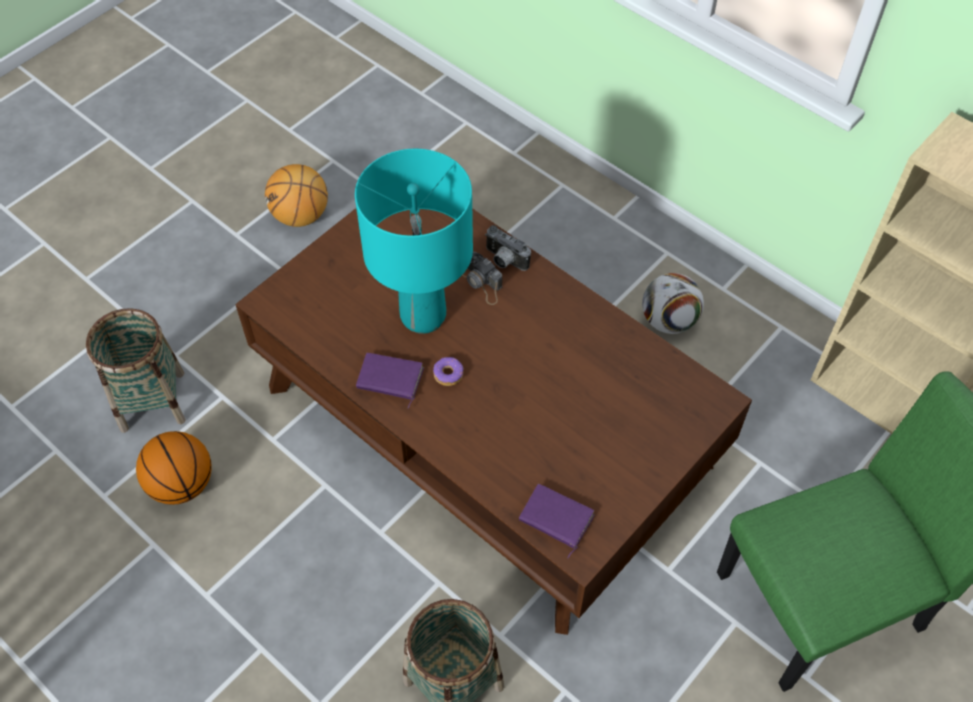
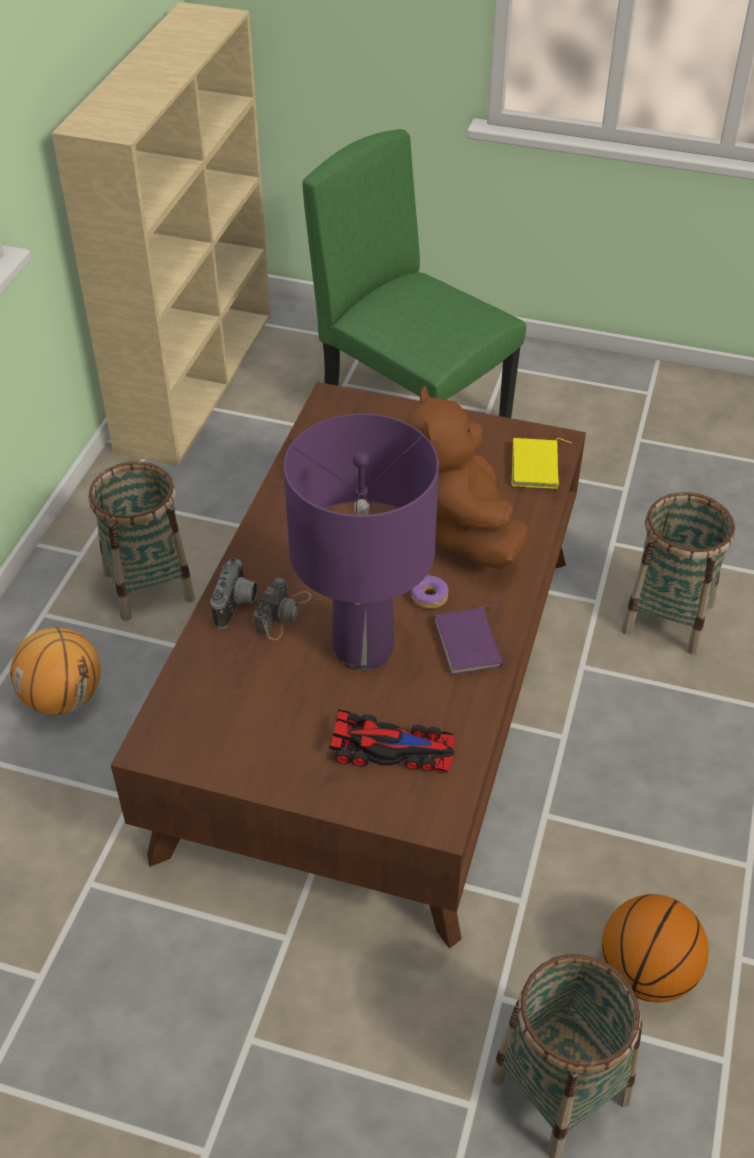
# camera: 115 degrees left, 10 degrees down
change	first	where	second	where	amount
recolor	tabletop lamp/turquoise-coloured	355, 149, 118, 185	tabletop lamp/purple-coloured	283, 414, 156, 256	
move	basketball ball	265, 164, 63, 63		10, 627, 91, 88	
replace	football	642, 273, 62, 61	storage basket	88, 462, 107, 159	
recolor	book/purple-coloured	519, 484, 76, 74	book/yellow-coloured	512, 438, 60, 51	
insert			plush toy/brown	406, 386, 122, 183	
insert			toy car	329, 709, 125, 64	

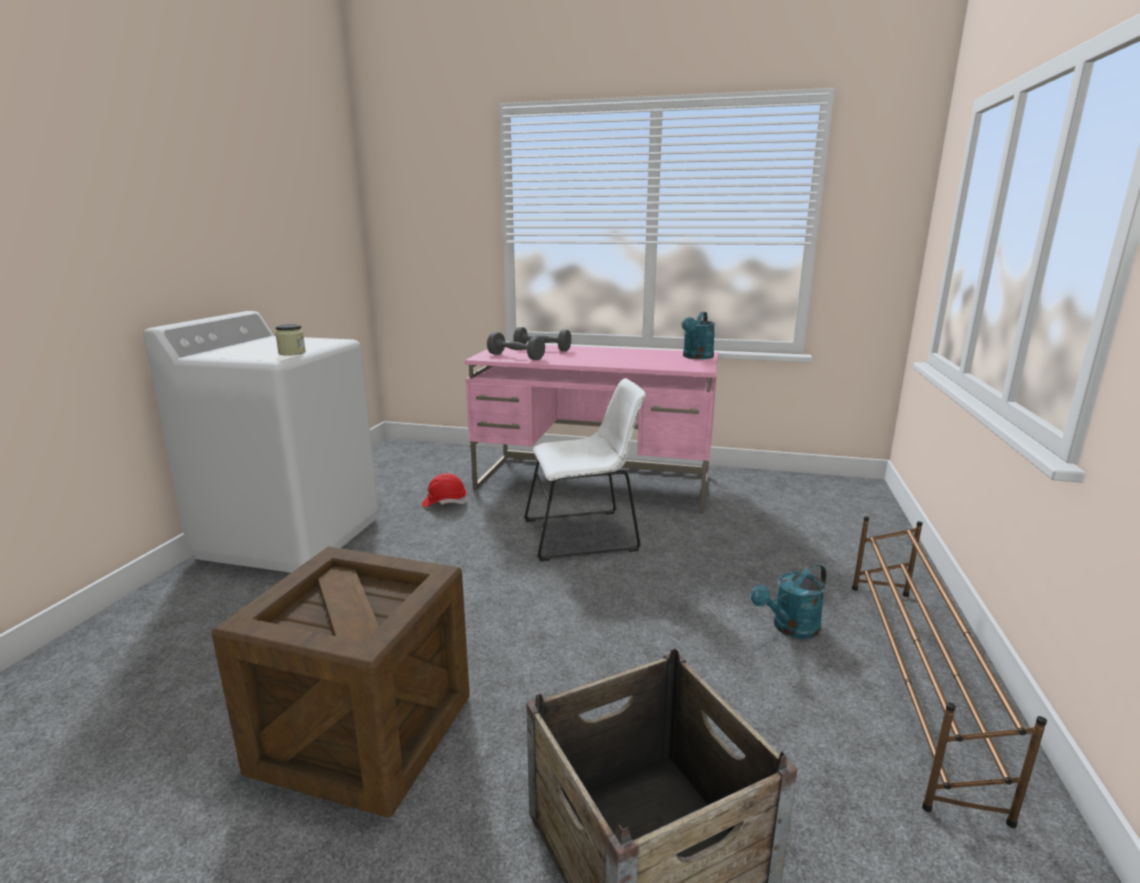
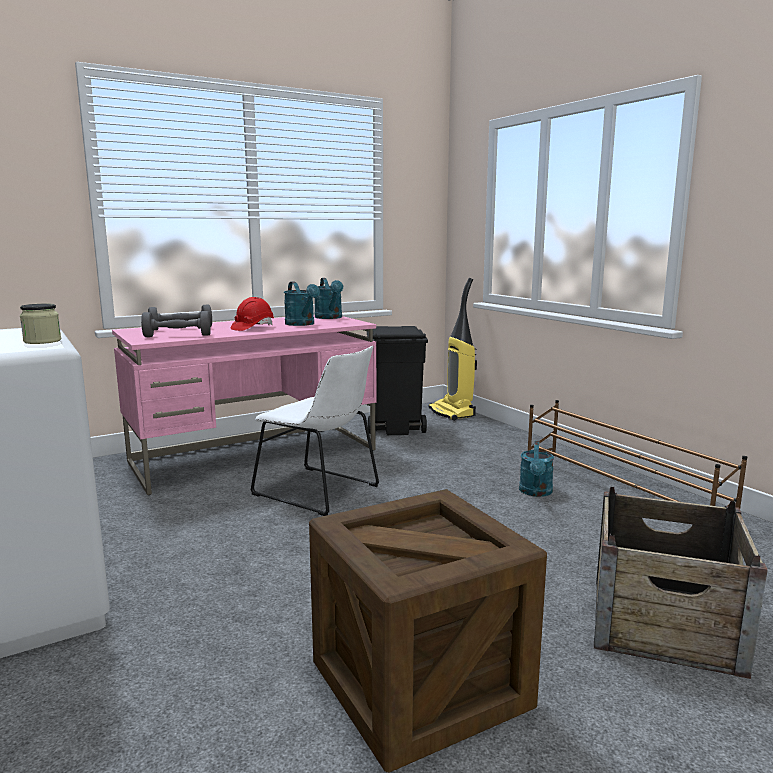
# camera: 45 degrees left, 5 degrees down
change	first	where	second	where	amount
rotate	plain chair/white-coloured	524, 378, 122, 183		250, 346, 129, 170	90 degrees clockwise
move	hard hat/red-coloured	422, 473, 46, 34		231, 297, 43, 34	
insert			vacuum cleaner	428, 278, 49, 143	
insert			watering pot/turquoise-coloured	284, 281, 36, 45	
insert			waste bin/black	367, 326, 61, 109	

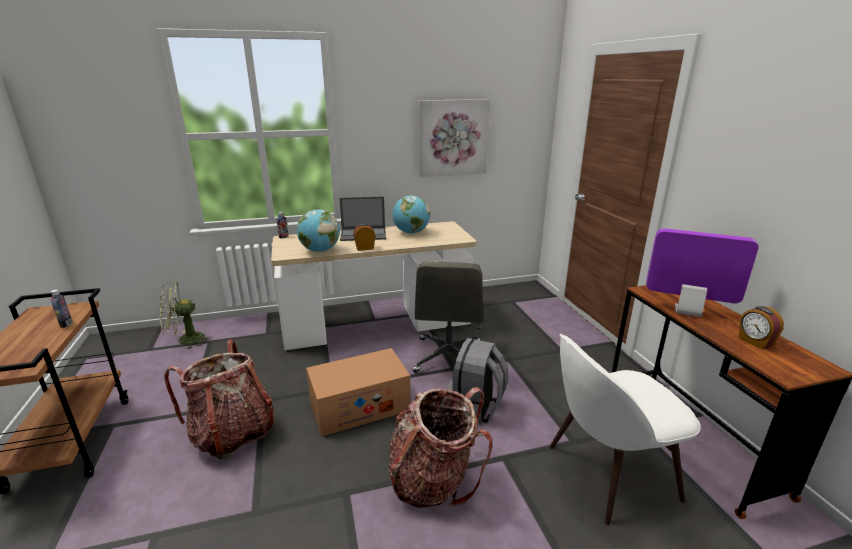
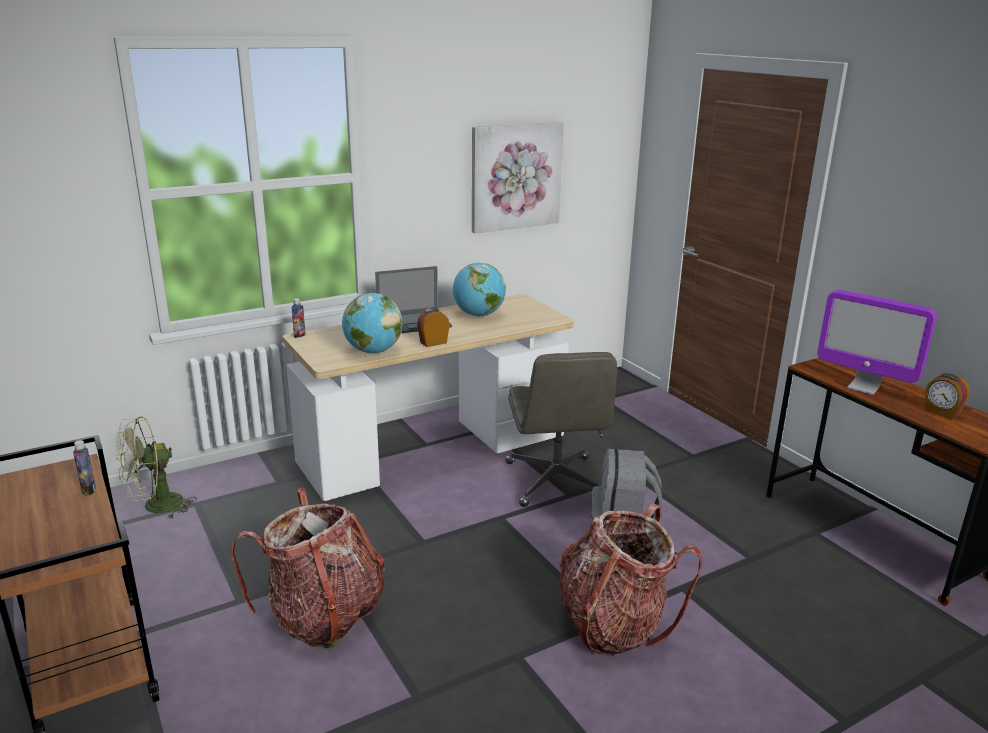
# camera: 15 degrees left, 0 degrees up
change	first	where	second	where	amount
rotate	monitor	646, 228, 113, 89		817, 290, 120, 105	150 degrees counterclockwise
delete	plain chair/white-coloured	549, 334, 152, 191			
delete	packing box	306, 348, 105, 89			

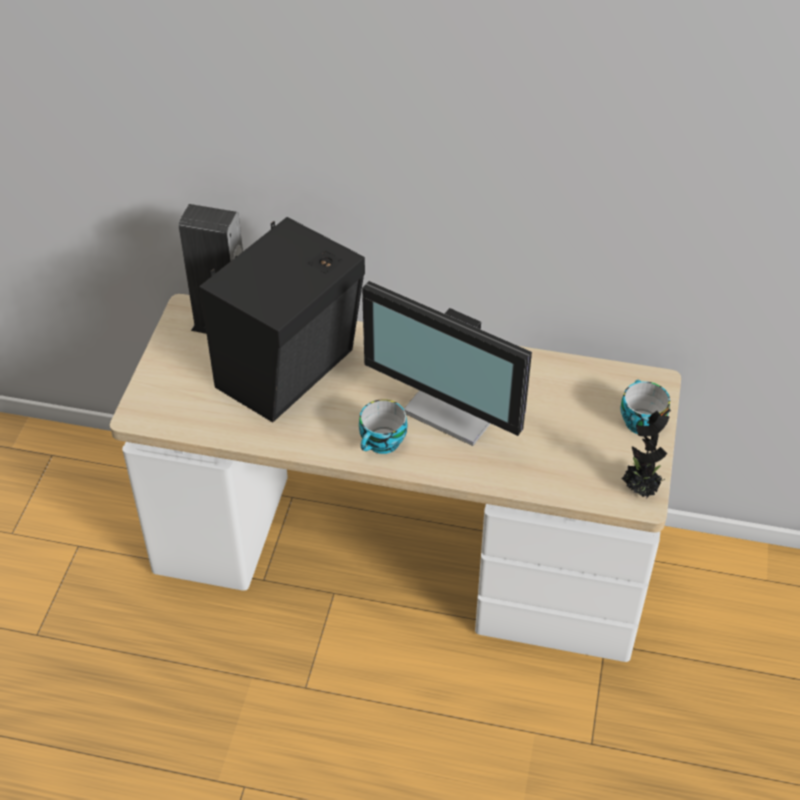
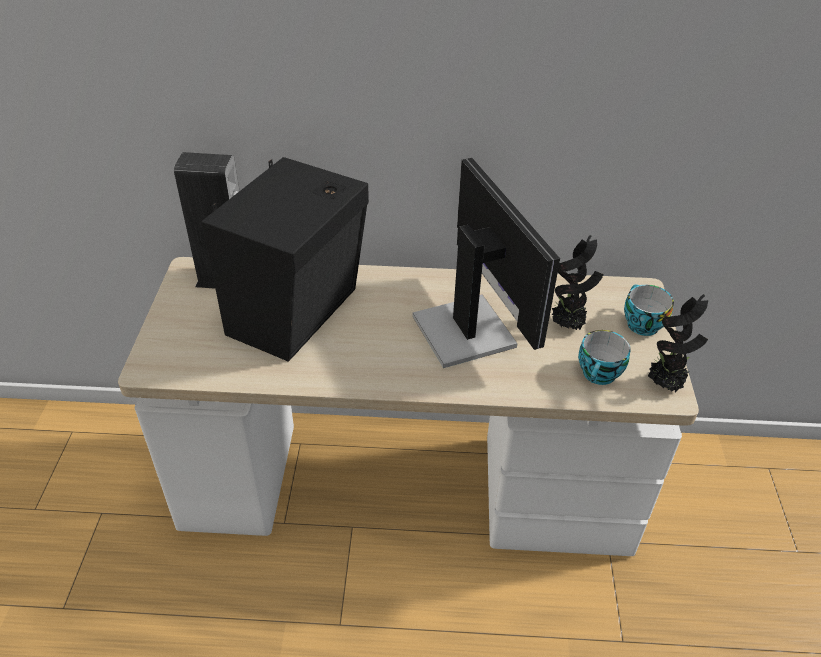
# camera: 10 degrees left, 5 degrees down
change	first	where	second	where	amount
rotate	monitor	362, 281, 170, 165		413, 158, 147, 210	135 degrees counterclockwise
move	small cup	359, 399, 49, 55		578, 330, 53, 55	
insert			plant in a pot	552, 235, 52, 95	

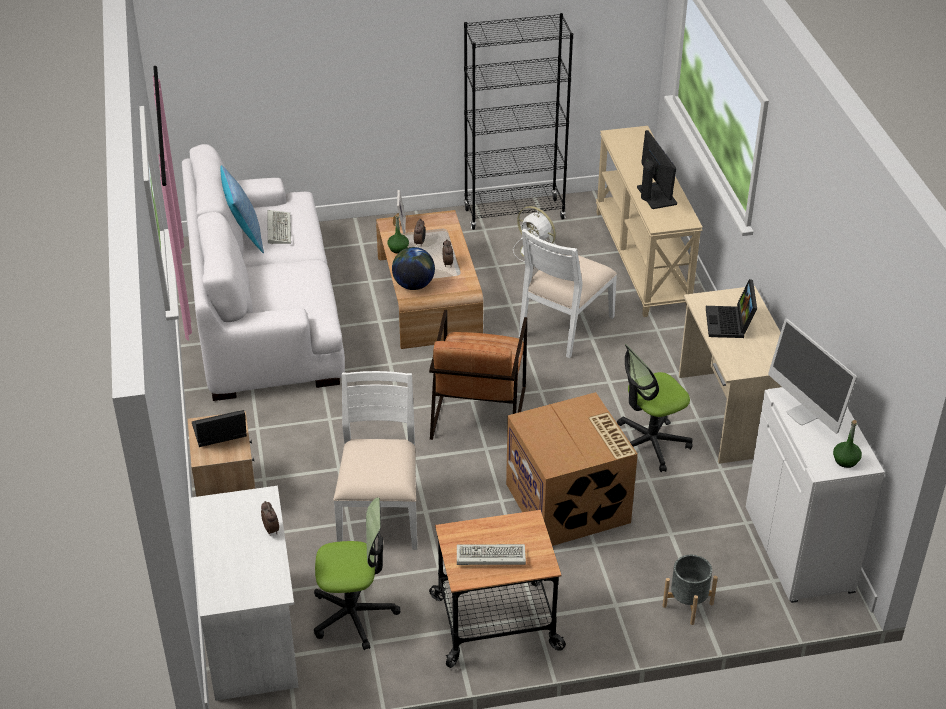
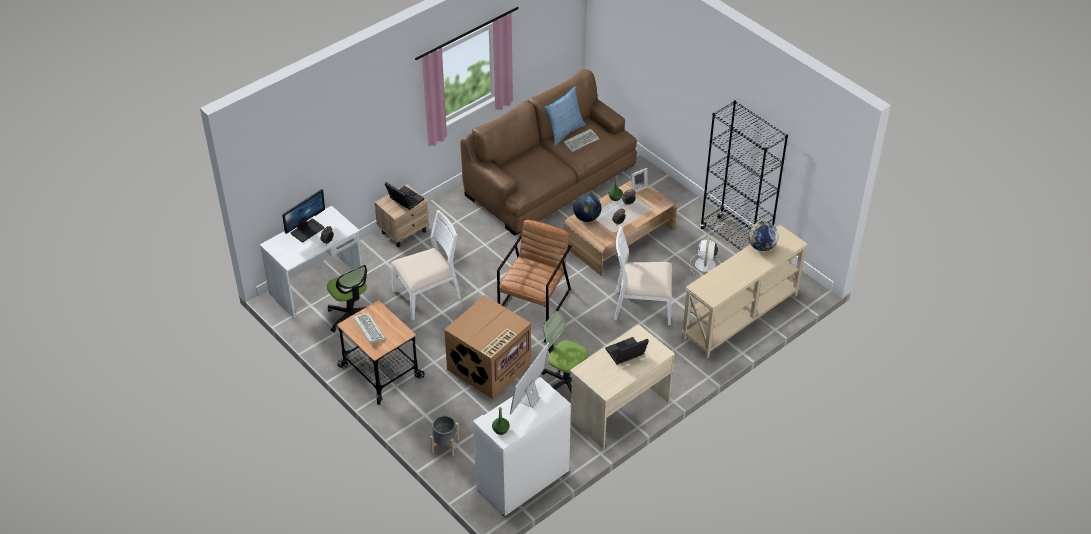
# camera: 60 degrees right, 5 degrees up
change	first	where	second	where	amount
move	monitor	637, 130, 40, 79		282, 189, 43, 53	
recolor	sofa/white-coloured	182, 144, 163, 257	sofa/brown	460, 69, 177, 167	
rotate	lounge chair/brown	429, 310, 98, 130		497, 220, 75, 101	135 degrees clockwise
insert			desk globe	748, 221, 31, 30	

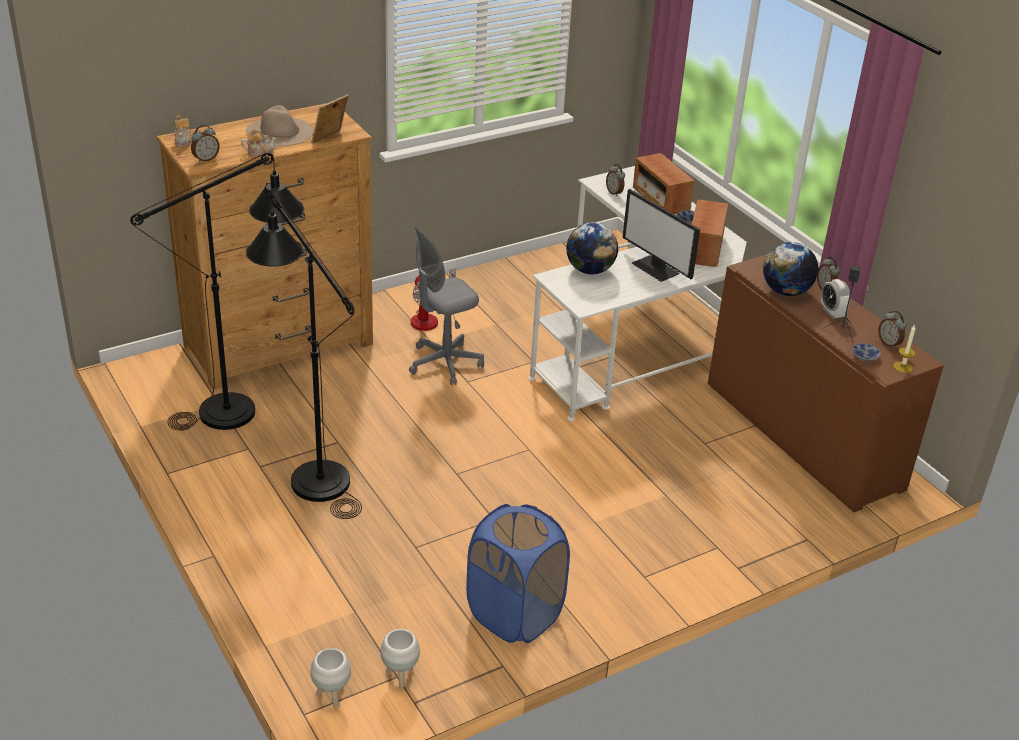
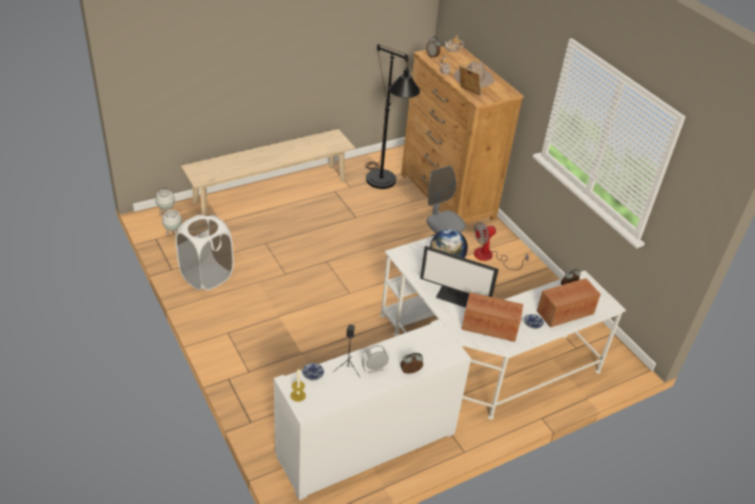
# camera: 90 degrees right, 5 degrees up
change	first	where	second	where	amount
rotate	monitor	622, 189, 78, 93		420, 246, 79, 62	120 degrees counterclockwise
delete	standing lamp/black	246, 194, 116, 325			
delete	desk globe	763, 242, 55, 54			
recolor	cabinet/brown	708, 254, 236, 258	cabinet/white-coloured	274, 319, 197, 181	
delete	bedside clock	878, 311, 28, 38			
recolor	hamper/blue	466, 504, 104, 139	hamper/white-coloured	175, 215, 59, 75	
insert			indoor bench/beige	181, 129, 174, 87	

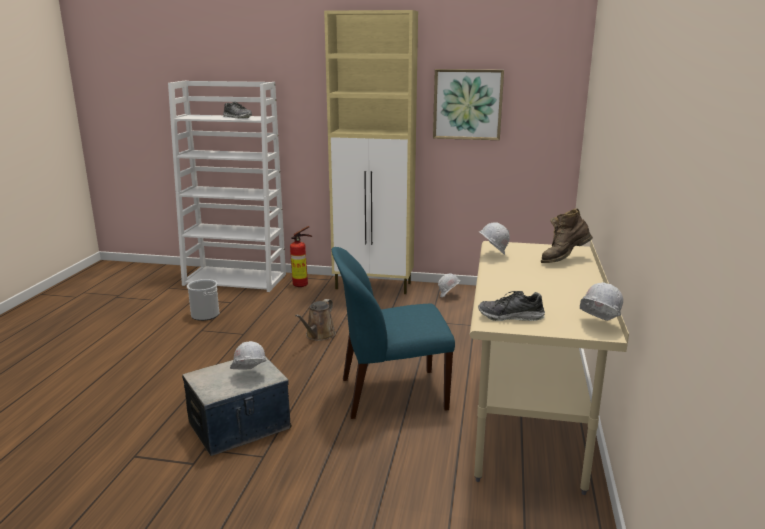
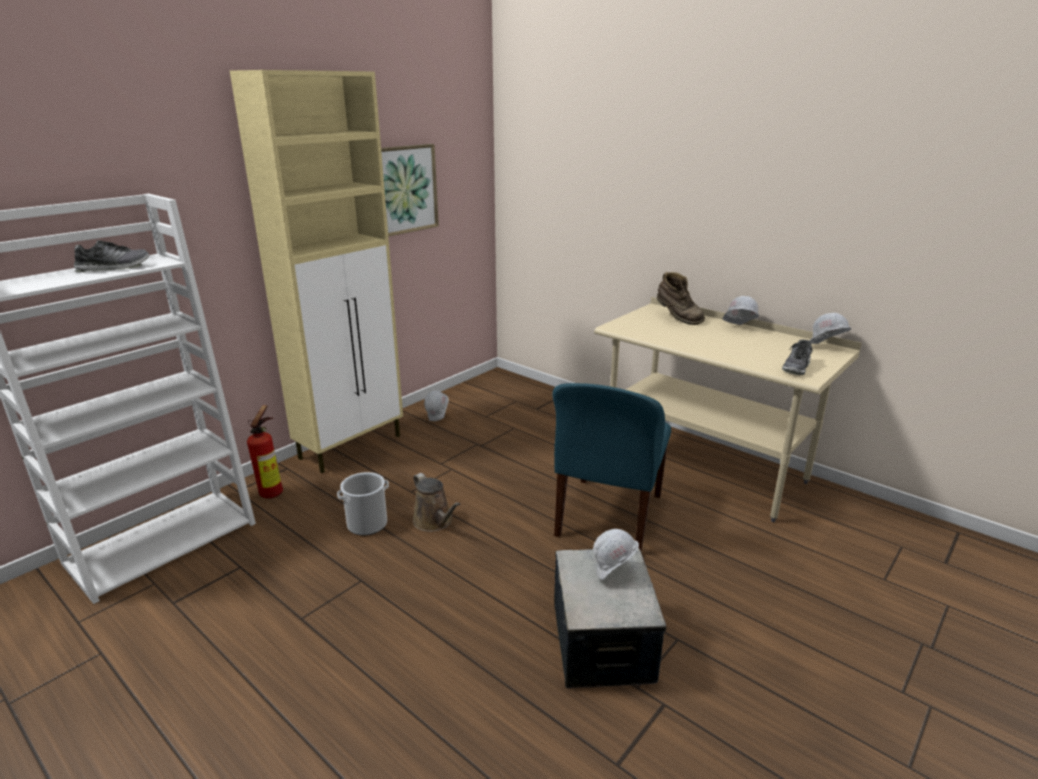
# camera: 60 degrees left, 5 degrees up
change	first	where	second	where	amount
rotate	boot/brown	541, 208, 52, 55		657, 272, 48, 53	45 degrees counterclockwise
move	hard hat/white-coloured	479, 222, 31, 33		722, 296, 37, 29	
move	water bucket	187, 279, 32, 42		337, 472, 52, 64	

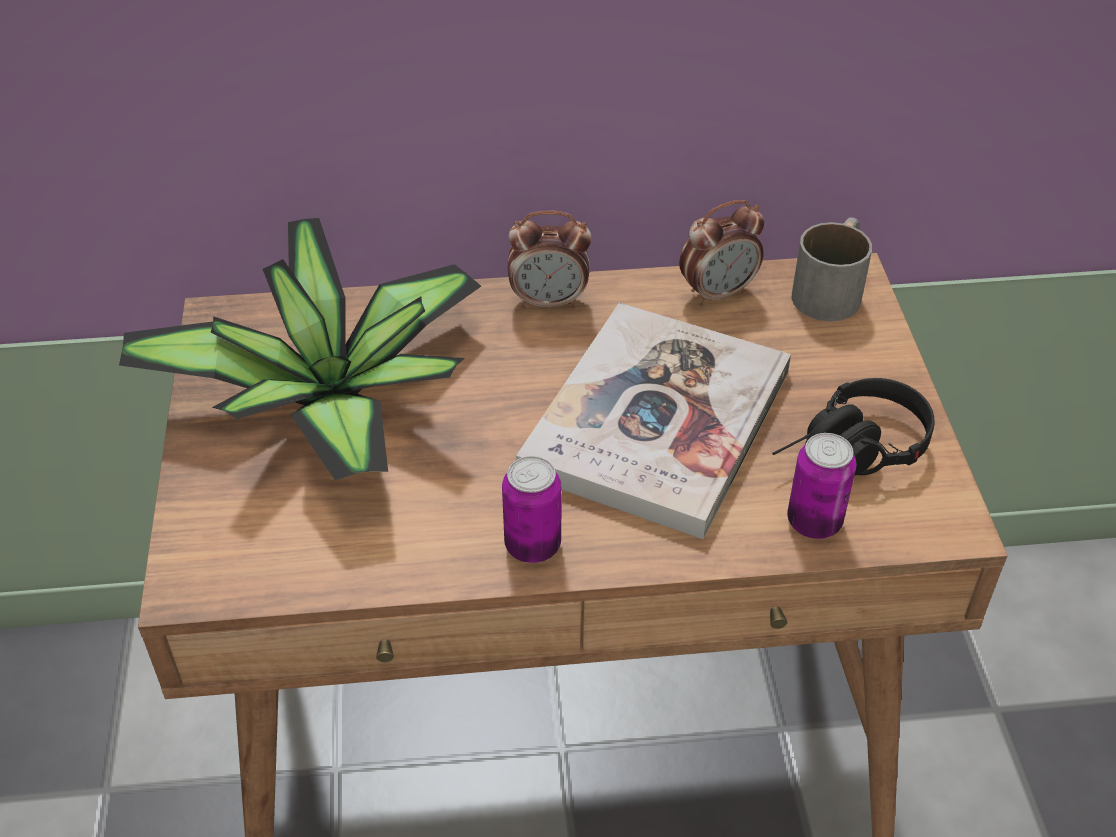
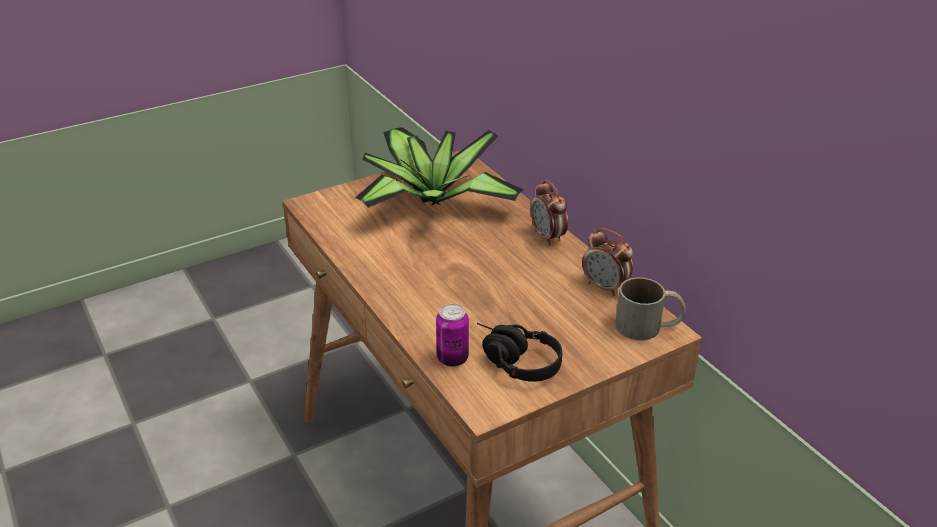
# camera: 65 degrees right, 10 degrees down
change	first	where	second	where	amount
delete	book	516, 303, 275, 237			
delete	metal can	502, 456, 59, 107			

